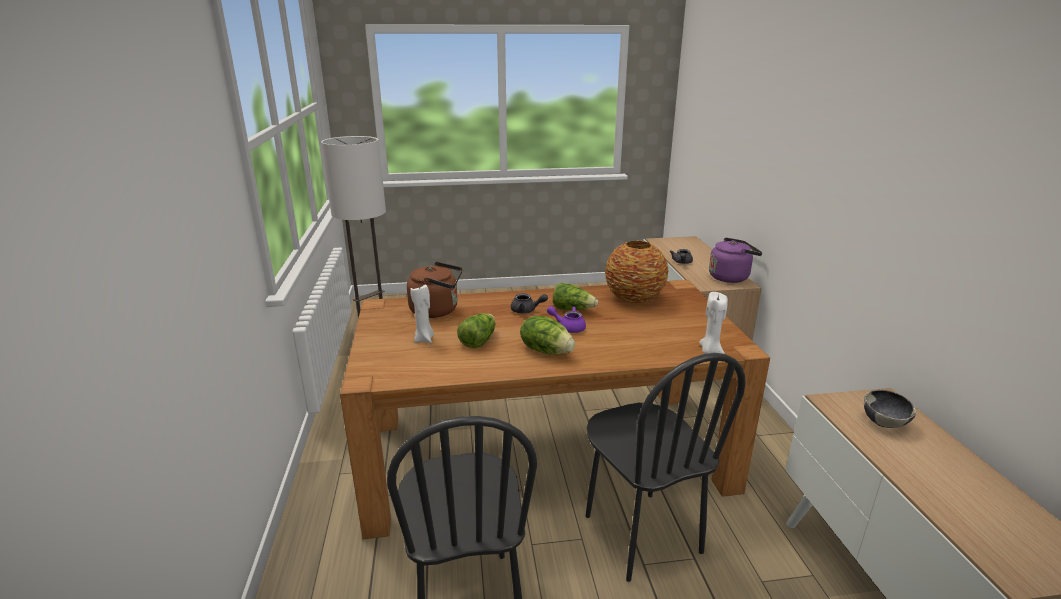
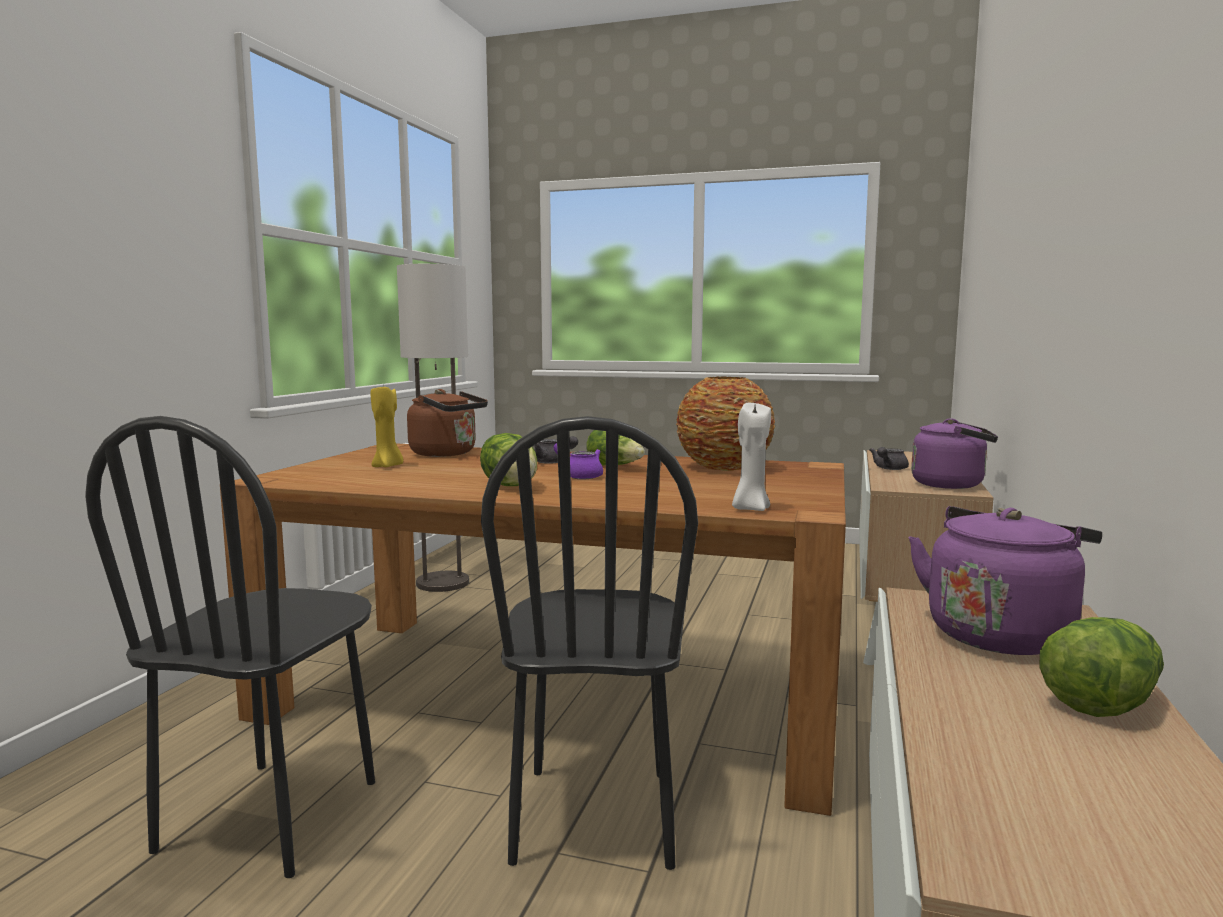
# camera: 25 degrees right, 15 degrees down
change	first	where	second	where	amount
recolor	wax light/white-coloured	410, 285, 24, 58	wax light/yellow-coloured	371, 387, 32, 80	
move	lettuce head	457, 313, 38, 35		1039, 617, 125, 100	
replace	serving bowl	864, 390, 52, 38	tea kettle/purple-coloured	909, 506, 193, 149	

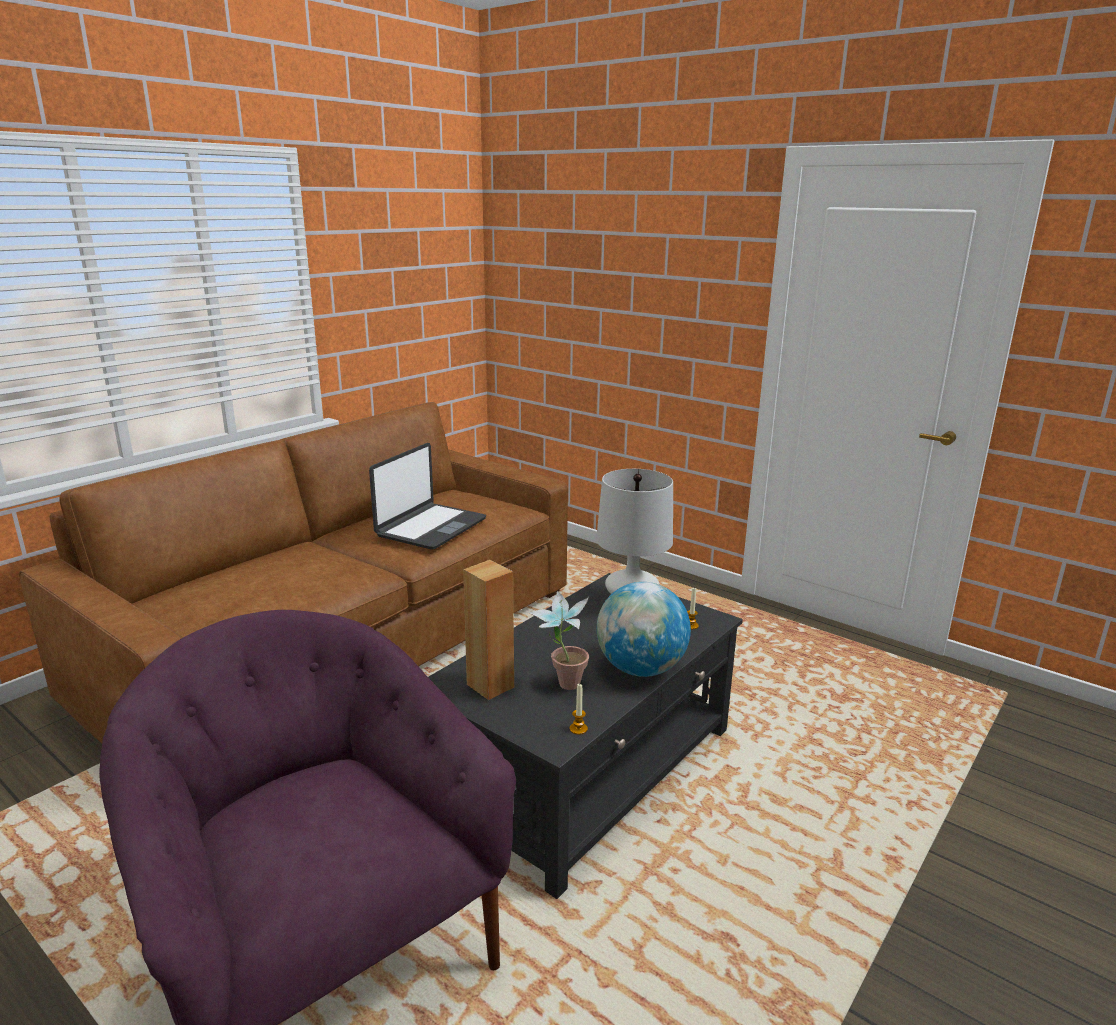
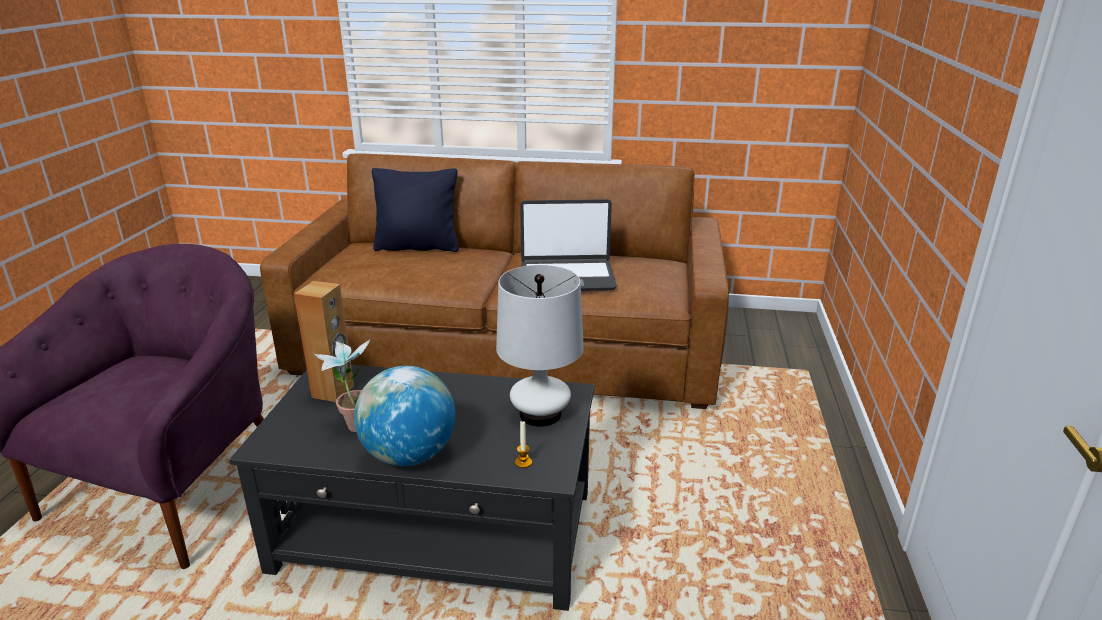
# camera: 60 degrees right, 5 degrees up
change	first	where	second	where	amount
delete	wax light	570, 684, 18, 51			
insert			throw pillow/black	372, 168, 87, 84	

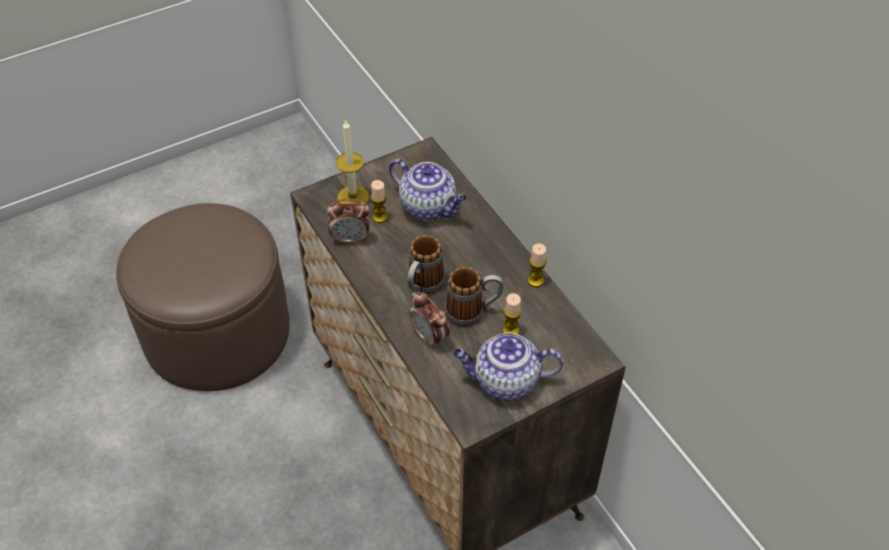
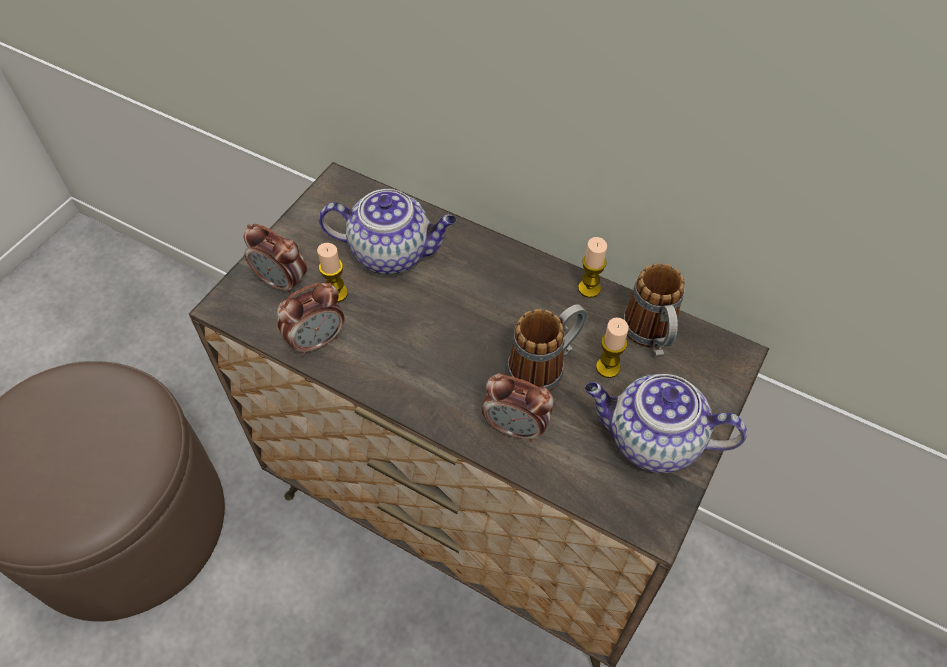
# camera: 30 degrees left, 5 degrees up
change	first	where	second	where	amount
replace	wax light	336, 119, 33, 85	bedside clock	244, 224, 63, 71	
move	mug	407, 235, 38, 62		622, 263, 63, 94	
rotate	tea pot	453, 333, 110, 67		585, 374, 162, 99	45 degrees clockwise

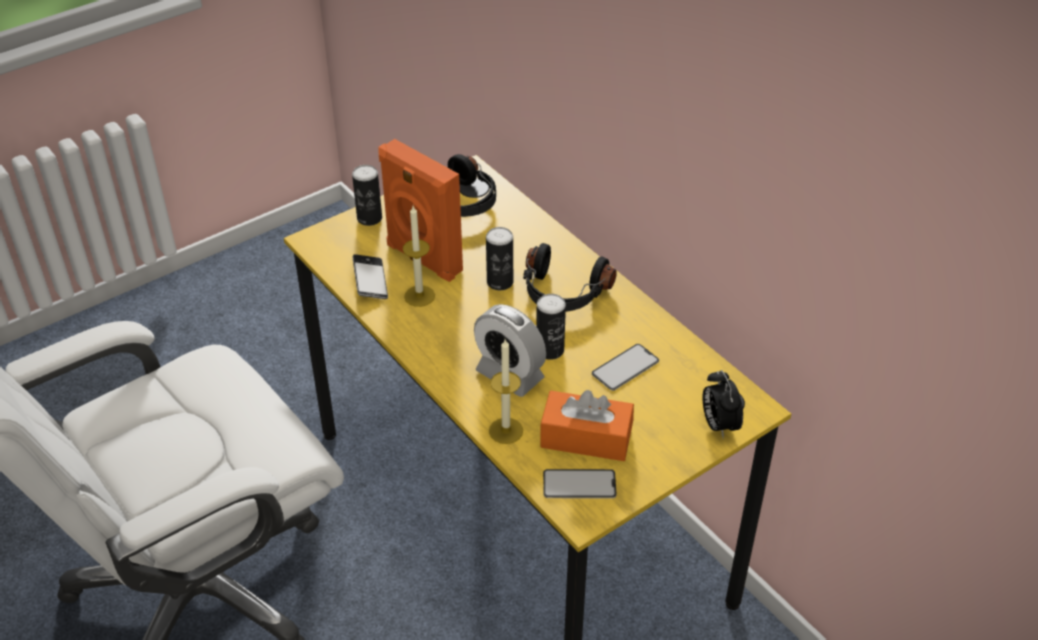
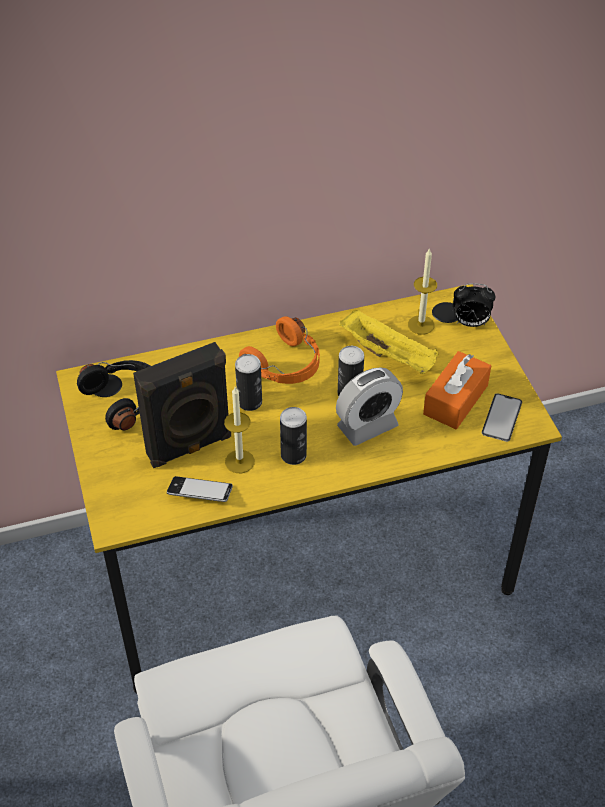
# camera: 70 degrees left, 5 degrees up
change	first	where	second	where	amount
recolor	loudspeaker/orange	378, 139, 85, 143	loudspeaker/black	133, 342, 98, 126	
move	metal can	352, 165, 30, 61		280, 407, 27, 58	
recolor	headset/black	523, 243, 94, 69	headset/orange	239, 316, 81, 68	
move	wax light	489, 339, 34, 105		408, 248, 29, 87	
replace	phone	592, 344, 67, 47	serving tray/yellow-coloured	339, 309, 100, 65	

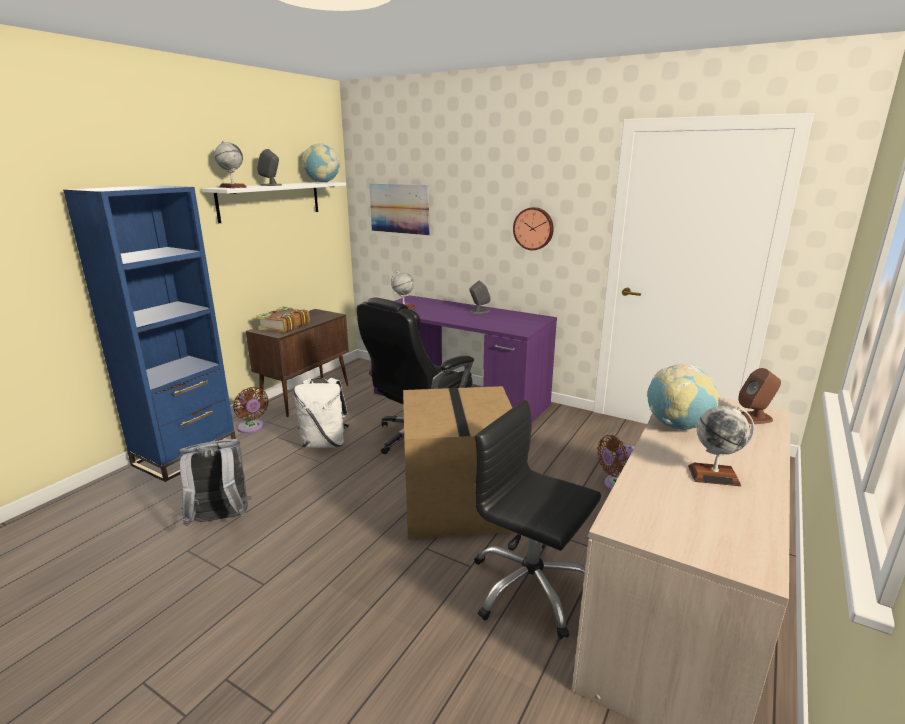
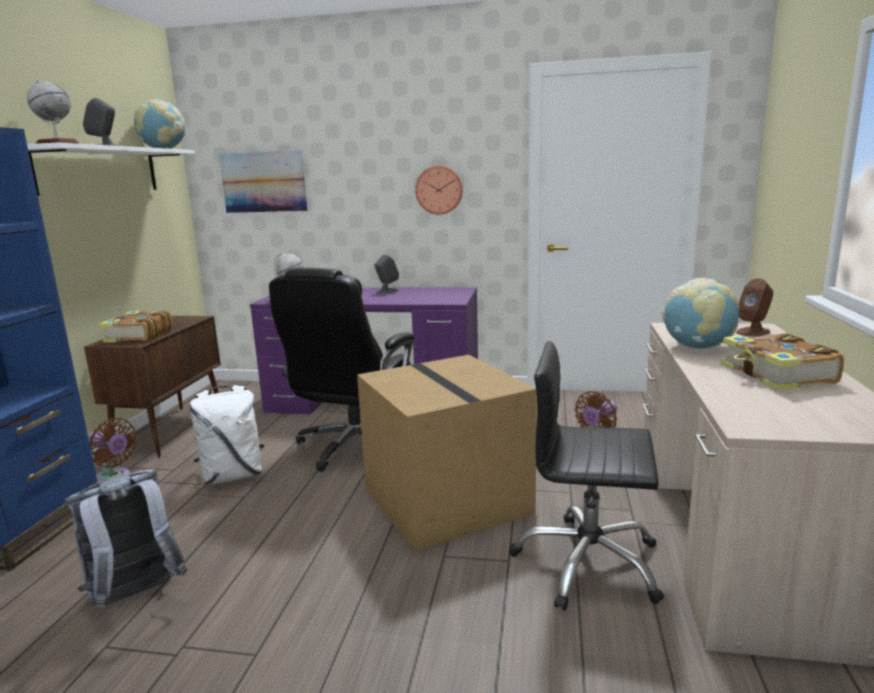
# camera: 20 degrees left, 5 degrees down
change	first	where	second	where	amount
replace	desk globe	688, 406, 67, 80	book	721, 333, 123, 58	

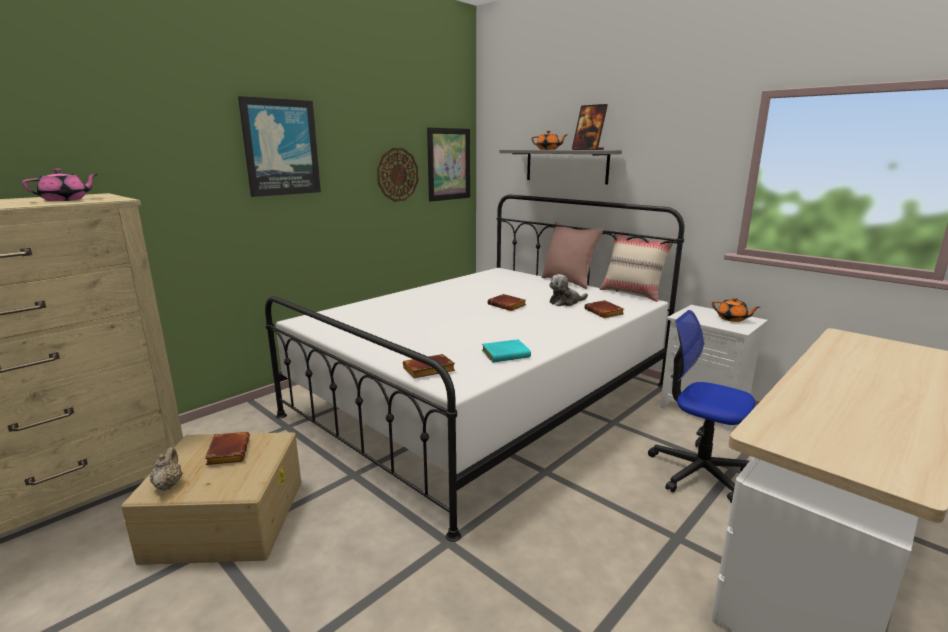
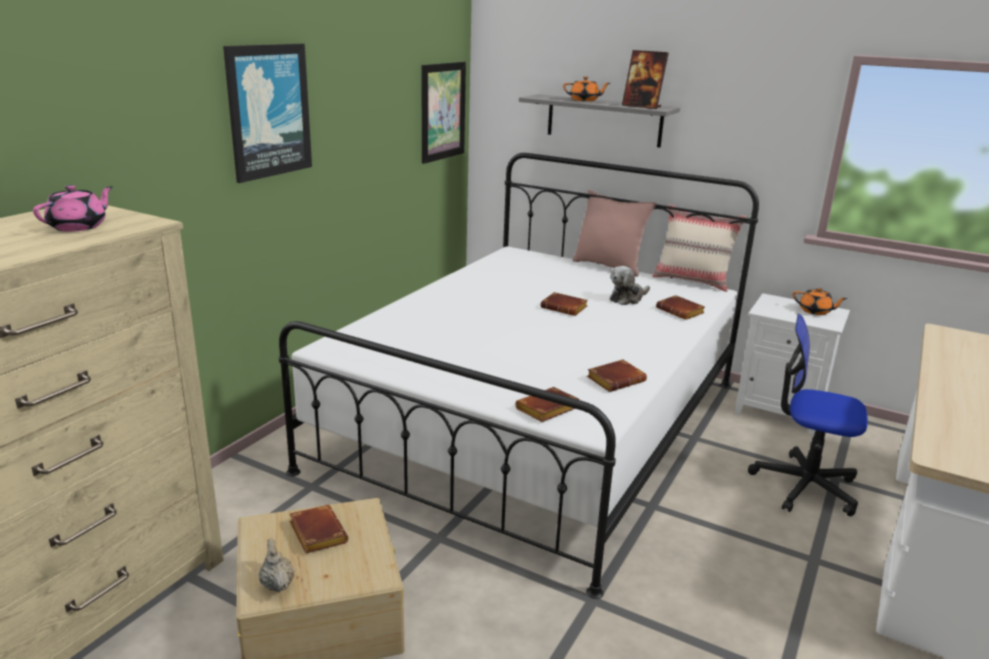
# camera: 15 degrees left, 5 degrees up
change	first	where	second	where	amount
delete	clock on the wall	377, 148, 41, 54			
recolor	book/turquoise-coloured	482, 339, 49, 24	book/brown	587, 359, 60, 33	

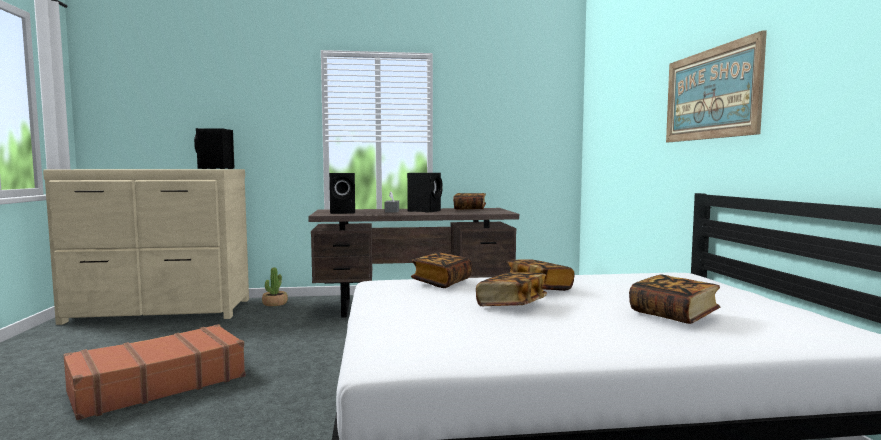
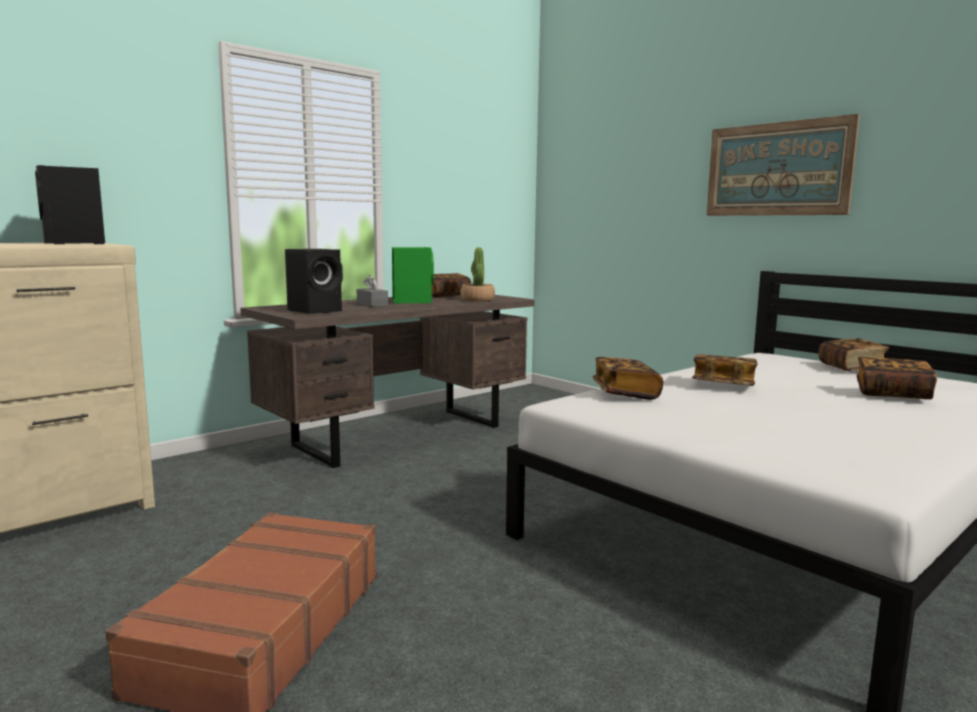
# camera: 35 degrees left, 5 degrees up
change	first	where	second	where	amount
recolor	loudspeaker/black	407, 173, 35, 39	loudspeaker/greenish	392, 247, 42, 57	
move	plant in a pot	262, 267, 26, 39		460, 247, 35, 54	
move	book	476, 272, 71, 34		818, 338, 71, 33	

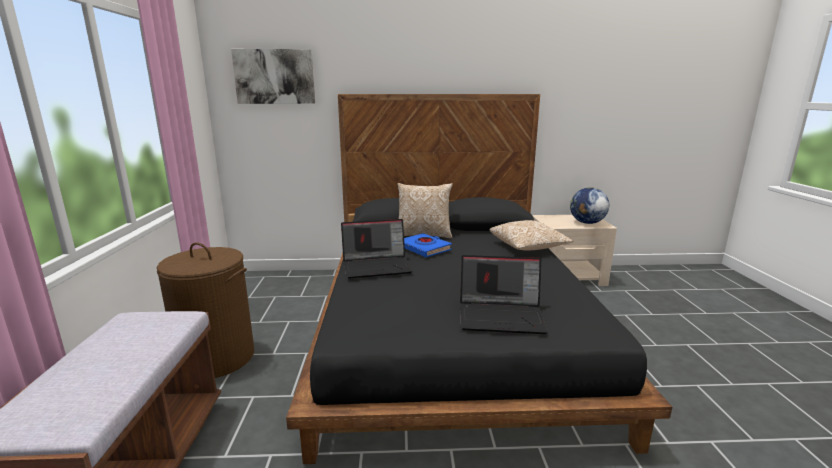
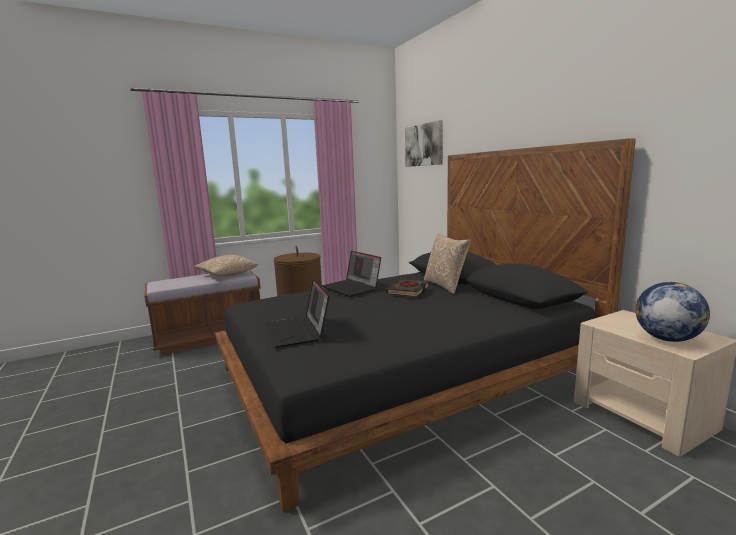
# camera: 65 degrees right, 5 degrees down
change	first	where	second	where	amount
move	throw pillow	489, 220, 84, 30		194, 255, 64, 21	
recolor	book/blue	404, 233, 48, 24	book/black	386, 279, 43, 18	

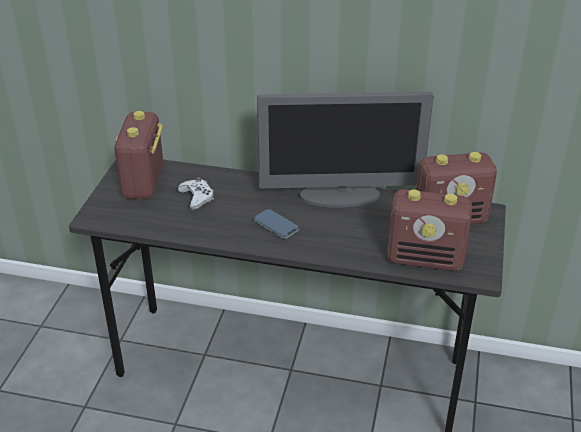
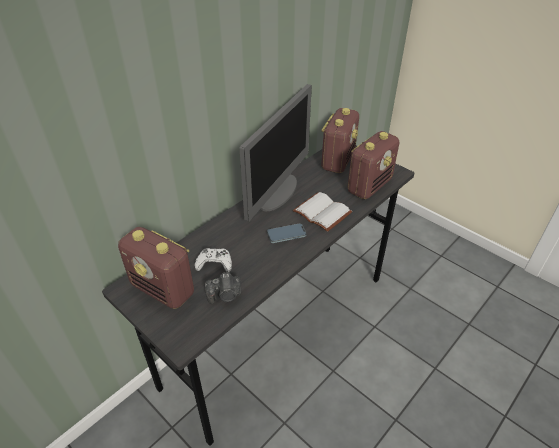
# camera: 60 degrees left, 5 degrees up
change	first	where	second	where	amount
insert			book/white-coloured	293, 192, 59, 40	
insert			still camera	205, 272, 36, 32	

